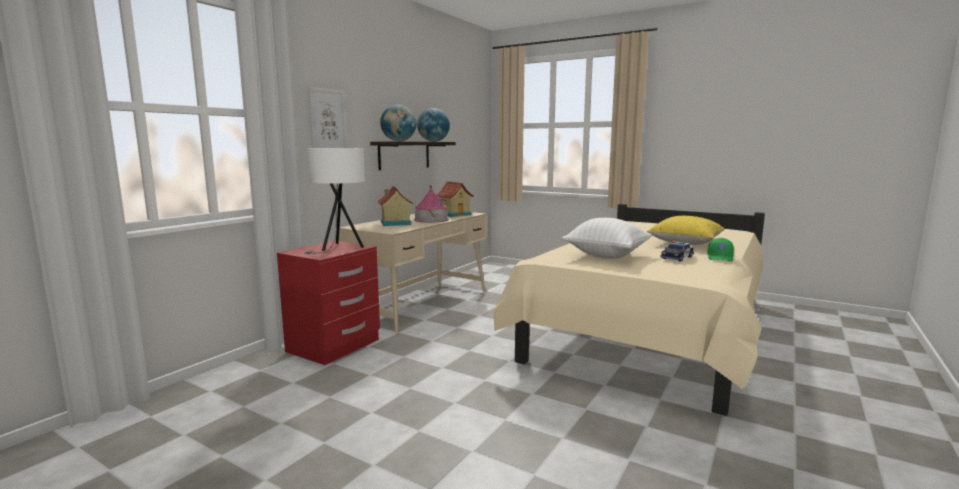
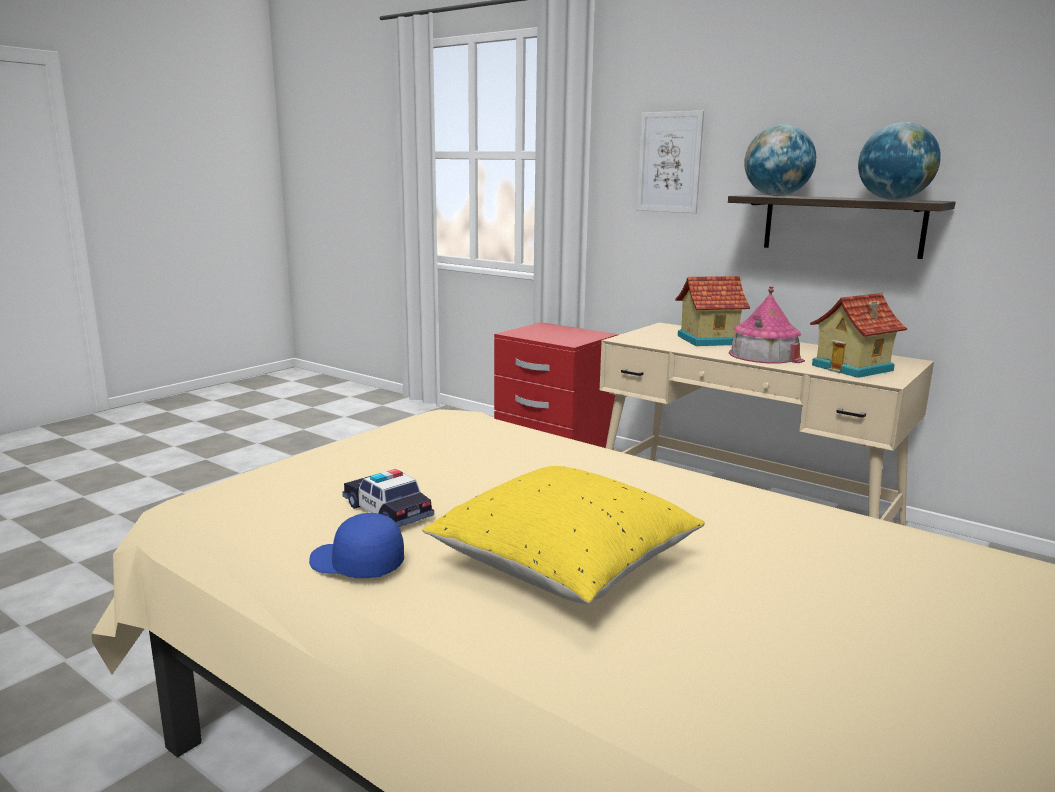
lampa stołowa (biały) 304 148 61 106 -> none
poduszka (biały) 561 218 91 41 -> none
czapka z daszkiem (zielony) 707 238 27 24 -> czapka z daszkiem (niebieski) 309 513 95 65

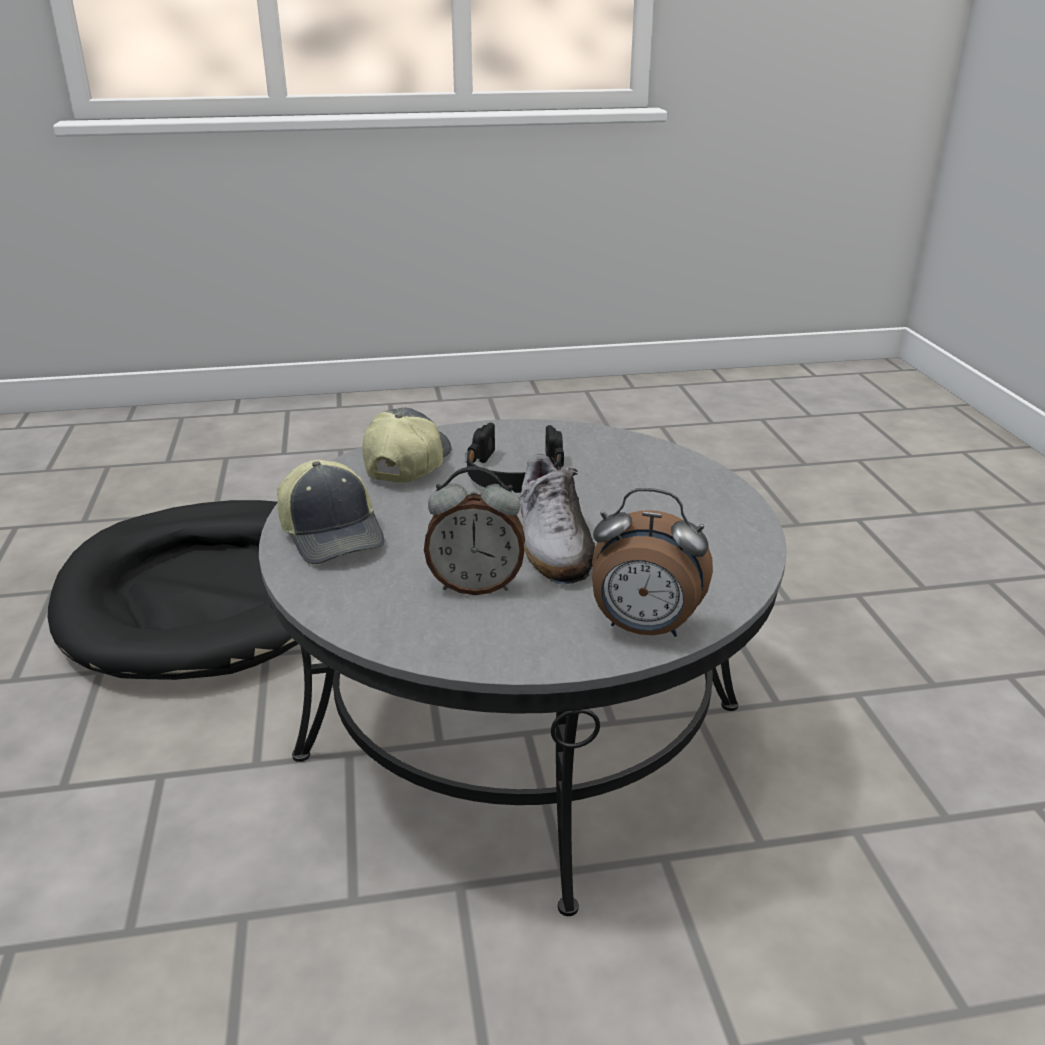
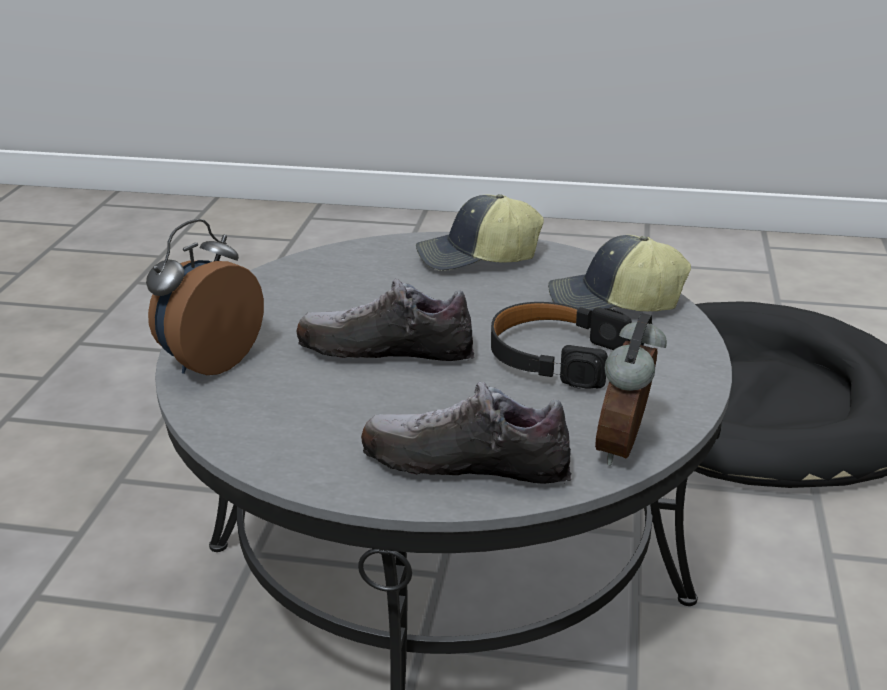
czapka z daszkiem 362 408 89 75 -> czapka z daszkiem 548 235 143 76, 150 degrees clockwise
budzik 424 466 101 129 -> budzik 595 313 72 153, moved
none -> but 361 382 210 102

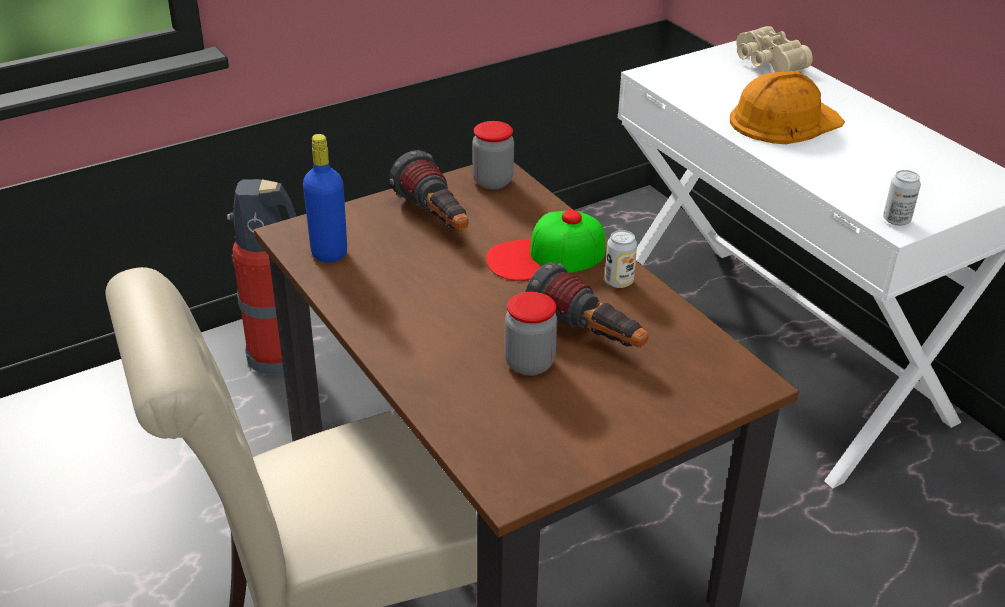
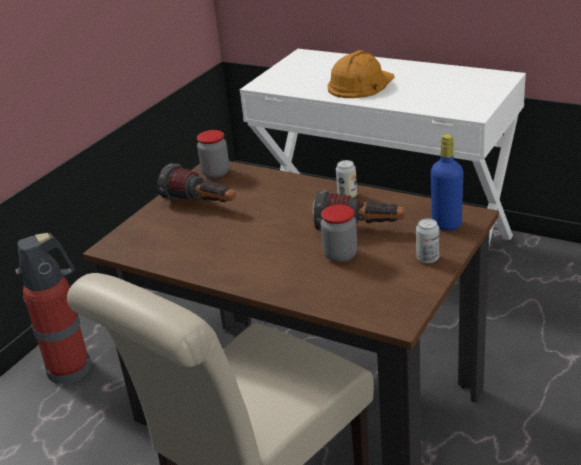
butelka (niebieski) 303 134 44 128 -> butelka (niebieski) 431 134 33 97, moved
czapka z daszkiem 486 210 119 71 -> none
lornetka (beżowy) 736 26 77 46 -> none
puszka 883 170 38 56 -> puszka 416 218 23 45, moved

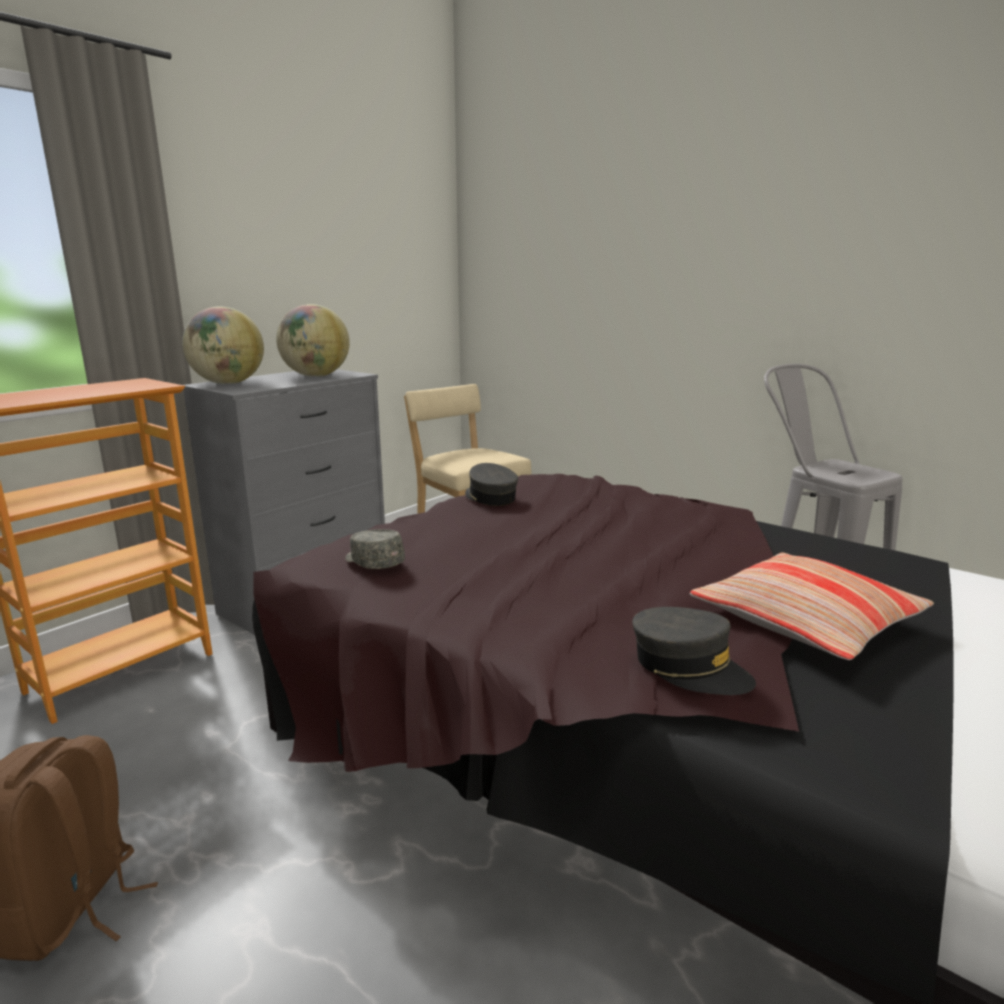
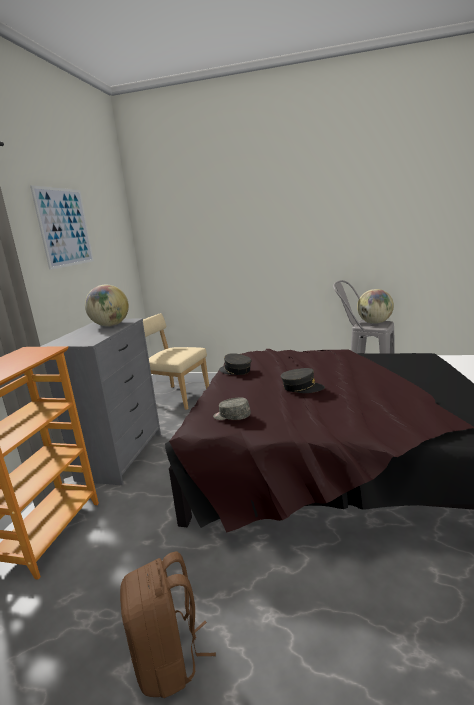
globus 182 307 82 77 -> globus 357 289 37 35, moved
czapka z daszkiem (szary) 632 607 124 88 -> czapka z daszkiem (szary) 281 368 44 25, moved
poduszka 689 552 245 108 -> none
none -> obraz 30 185 64 85

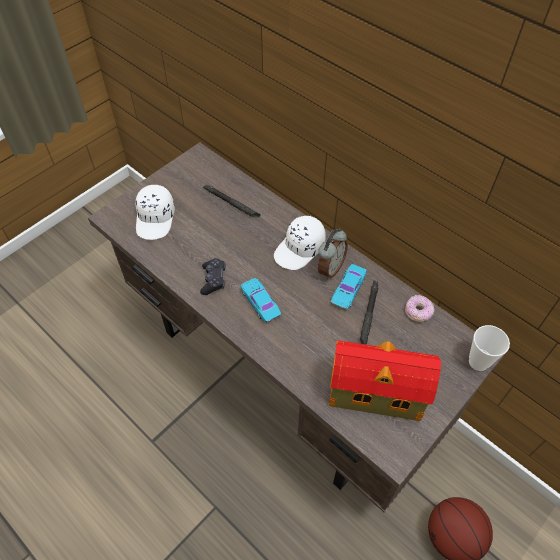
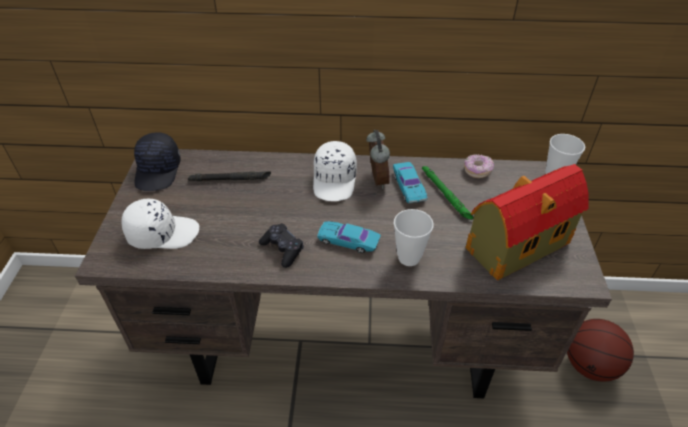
czapka z daszkiem (biały) 135 185 40 55 -> czapka z daszkiem (biały) 121 199 78 50, 60 degrees counterclockwise
latarka (czarny) 360 280 18 65 -> latarka (zielony) 422 166 52 54
none -> czapka z daszkiem (czarny) 134 132 47 59
none -> filiżanka 394 209 40 57

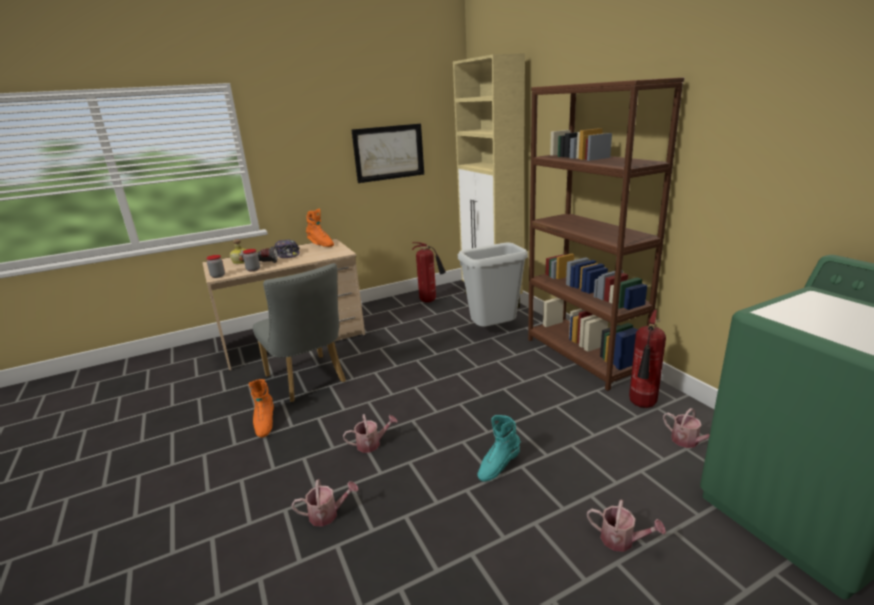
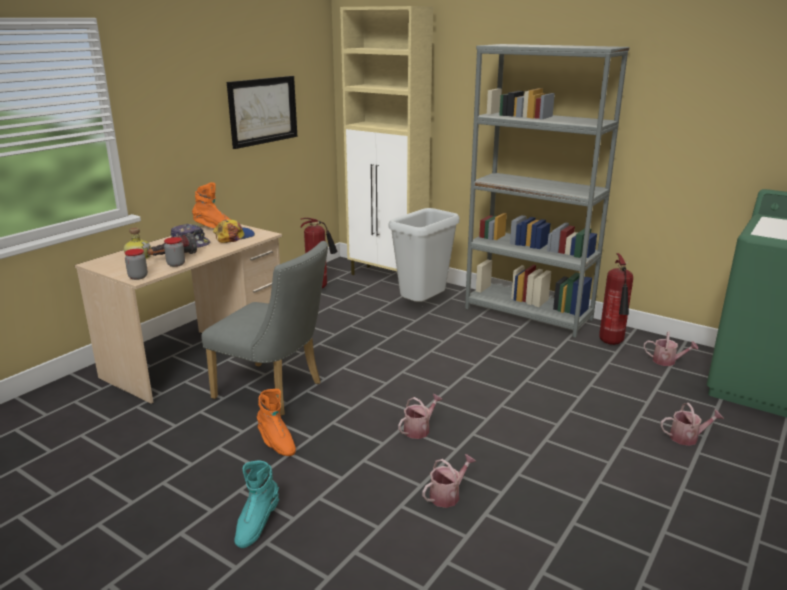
but z cholewką (turkusowy) 477 415 44 67 -> but z cholewką (turkusowy) 234 461 45 87, moved
regał (brązowy) 528 77 157 314 -> regał (szary) 465 44 164 294
none -> czapka z daszkiem 213 219 42 24

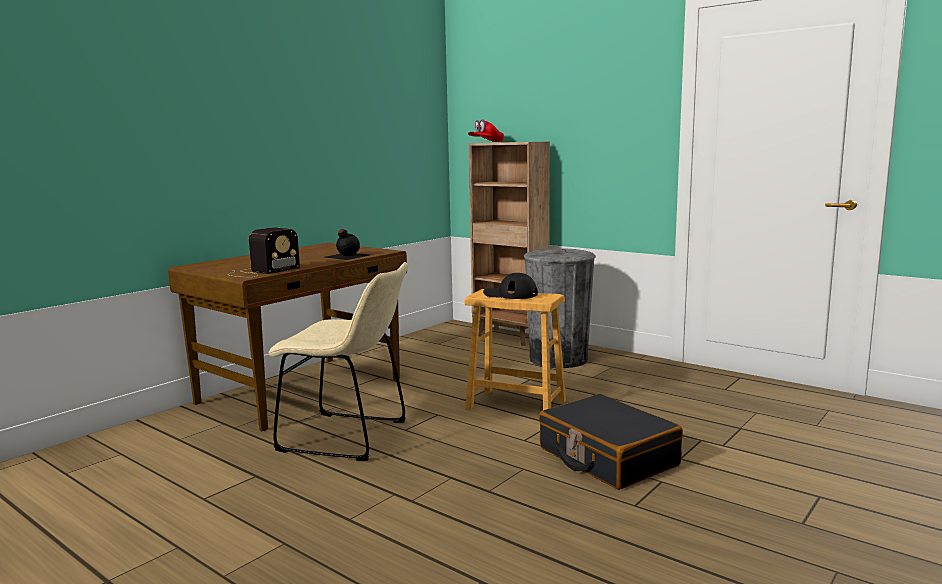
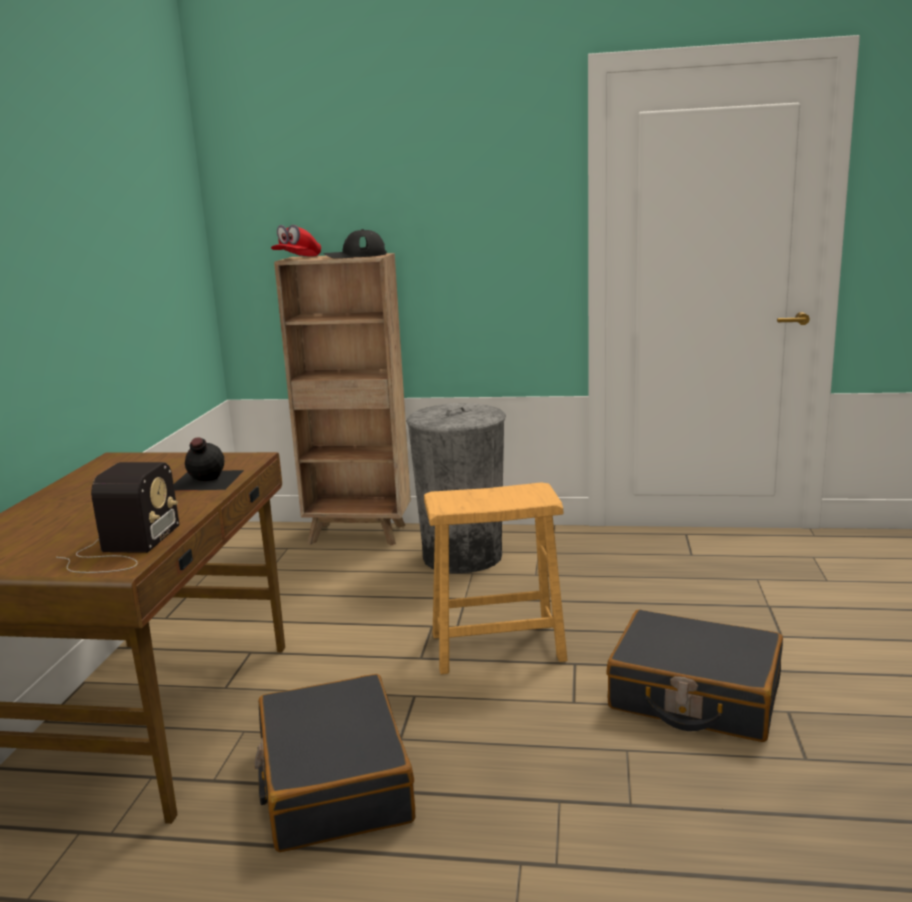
krzesło (beżowy) 268 262 140 199 -> walizka (czarny) 254 674 161 178
czapka z daszkiem (czarny) 483 273 55 26 -> czapka z daszkiem (czarny) 323 229 64 30, moved

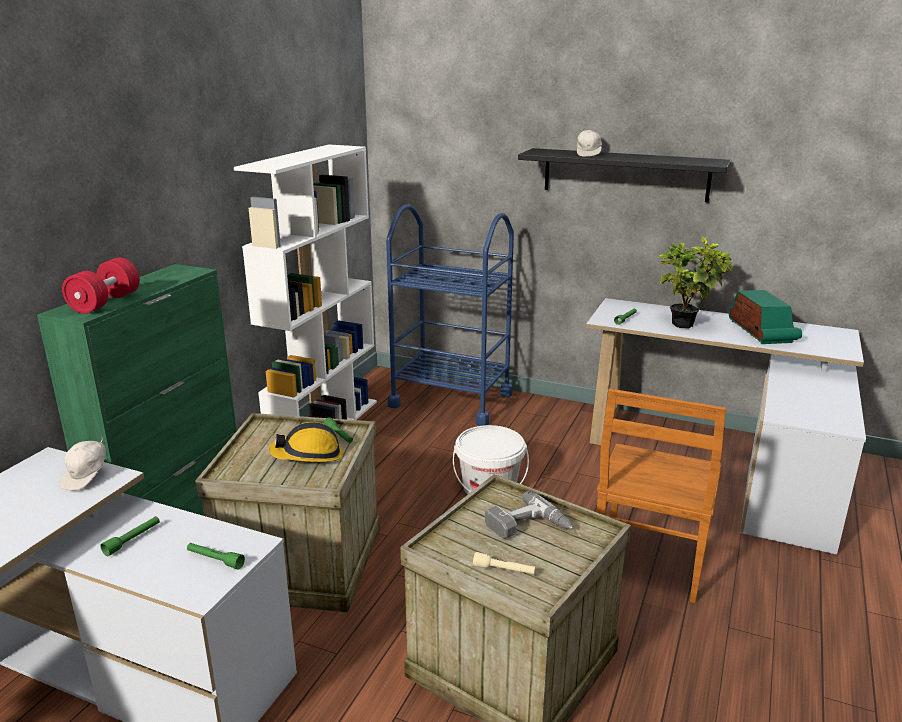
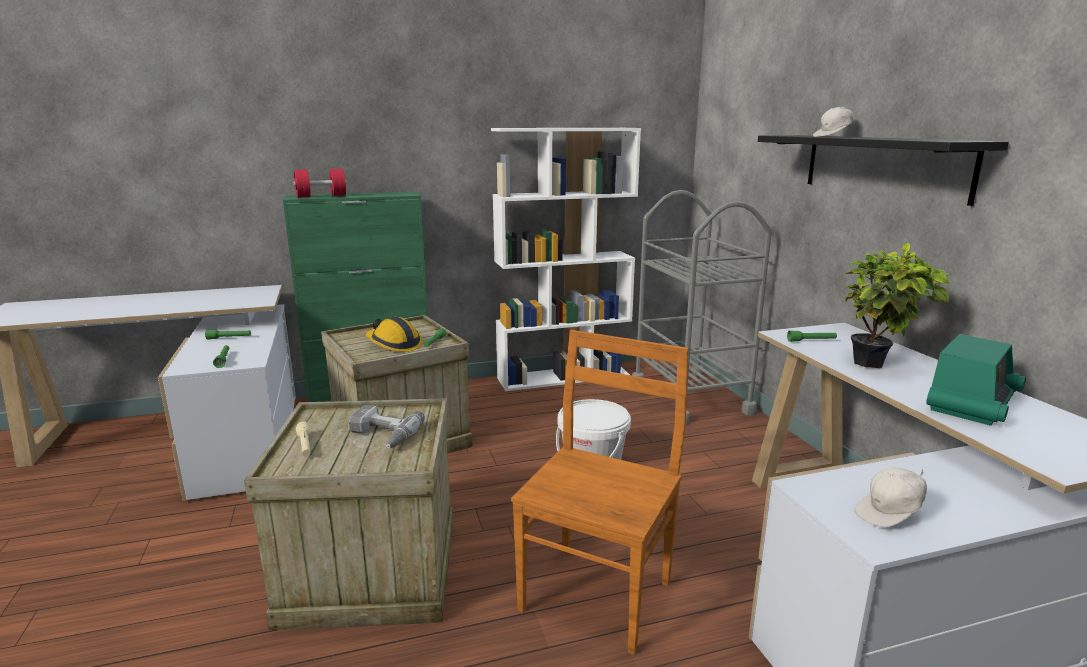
czapka z daszkiem (biały) 59 436 47 55 -> czapka z daszkiem (biały) 855 467 72 60, moved
wózek (niebieski) 386 204 128 222 -> wózek (szary) 632 190 140 235
krzesło (brązowy) 597 389 129 214 -> krzesło (brązowy) 511 330 178 325, 135 degrees clockwise

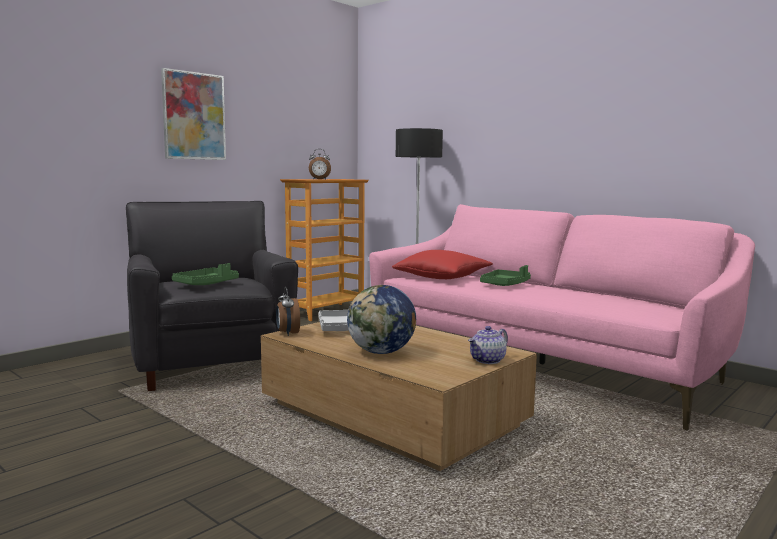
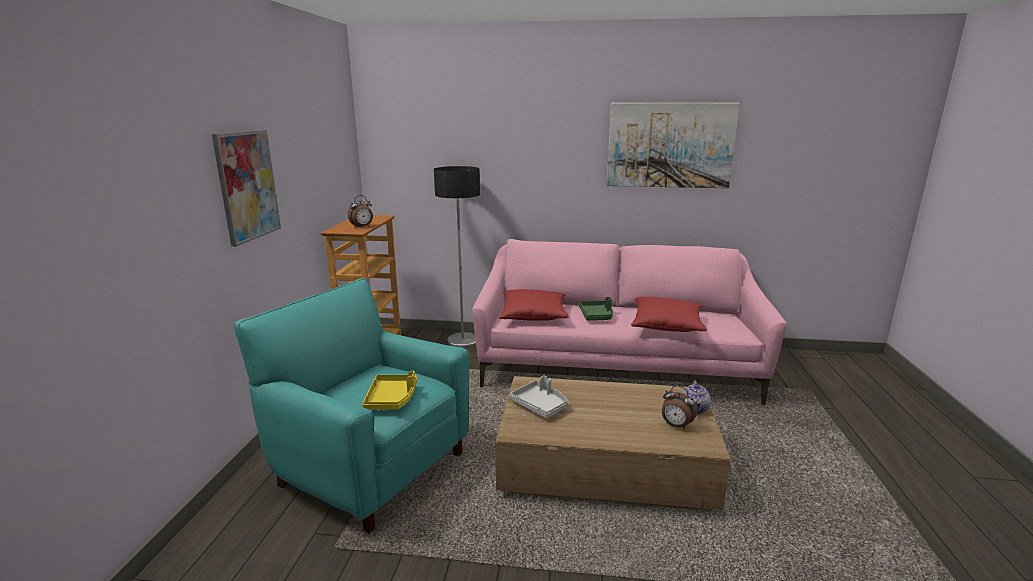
fotel (czarny) 126 201 172 190 -> fotel (turkusowy) 234 278 235 256
taca (zielony) 172 263 67 22 -> taca (żółty) 362 371 55 39
budzik 276 287 24 49 -> budzik 662 386 35 43, moved
globus 347 285 69 69 -> none
none -> obraz 607 103 133 85
none -> poduszka (czerwony) 631 297 76 35

